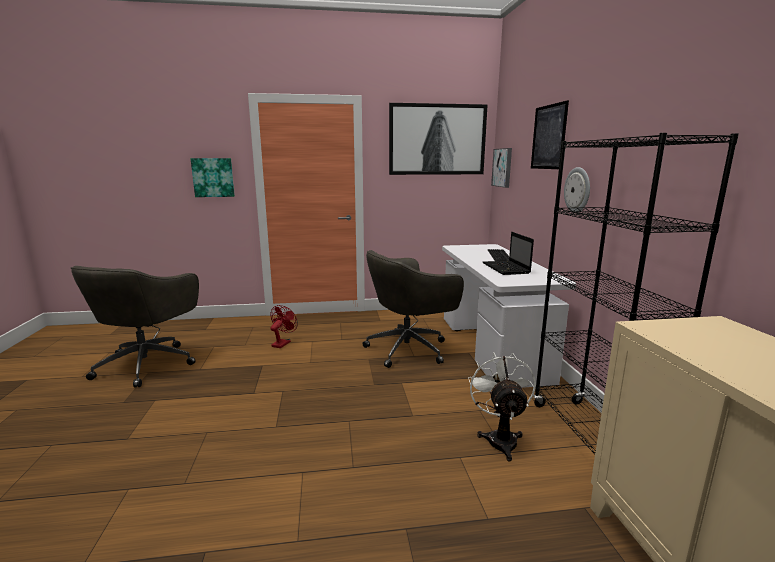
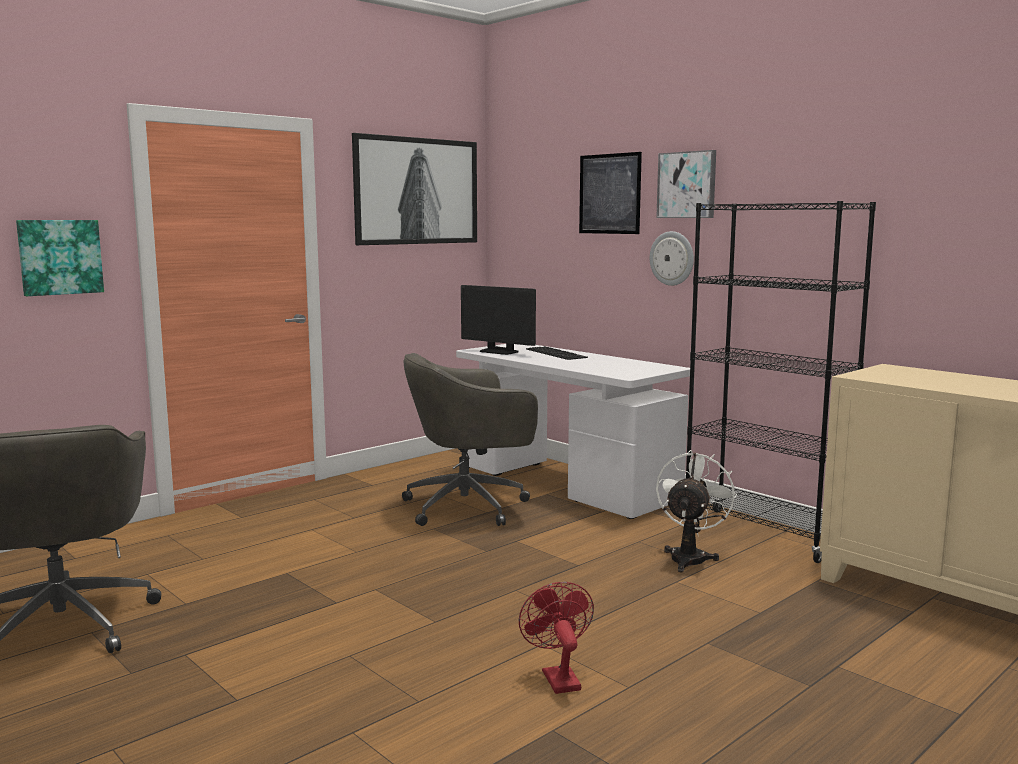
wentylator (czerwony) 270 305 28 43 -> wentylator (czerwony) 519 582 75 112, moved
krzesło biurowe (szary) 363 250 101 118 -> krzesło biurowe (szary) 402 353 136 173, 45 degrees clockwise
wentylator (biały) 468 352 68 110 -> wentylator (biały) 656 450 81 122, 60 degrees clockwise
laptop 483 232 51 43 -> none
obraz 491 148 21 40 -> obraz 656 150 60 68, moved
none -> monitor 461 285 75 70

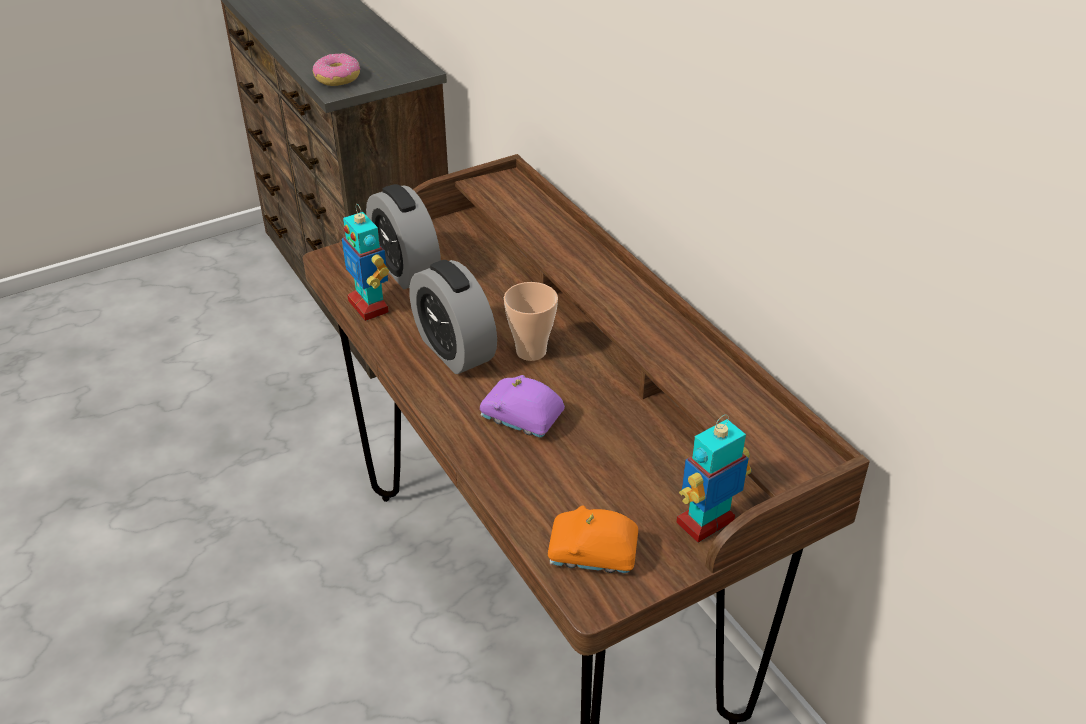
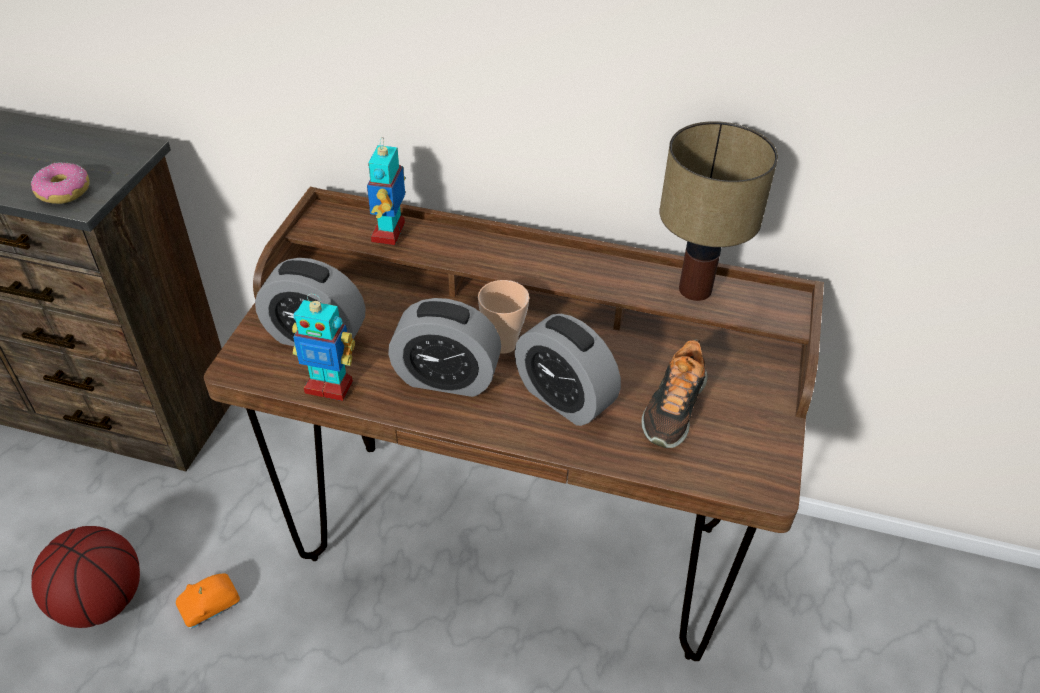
samochodzik (fioletowy) 480 375 85 63 -> budzik 515 314 106 112
samochodzik (pomarańczowy) 548 506 90 67 -> samochodzik (pomarańczowy) 176 573 64 56, moved
robot zabawkowy 676 415 75 128 -> robot zabawkowy 367 137 38 108, moved
none -> piłka do koszykówki 31 526 109 102
none -> but 641 339 66 109
none -> lampa stołowa 659 121 119 180

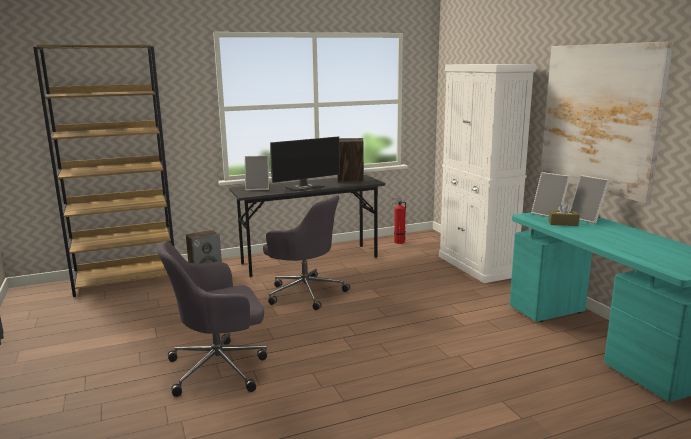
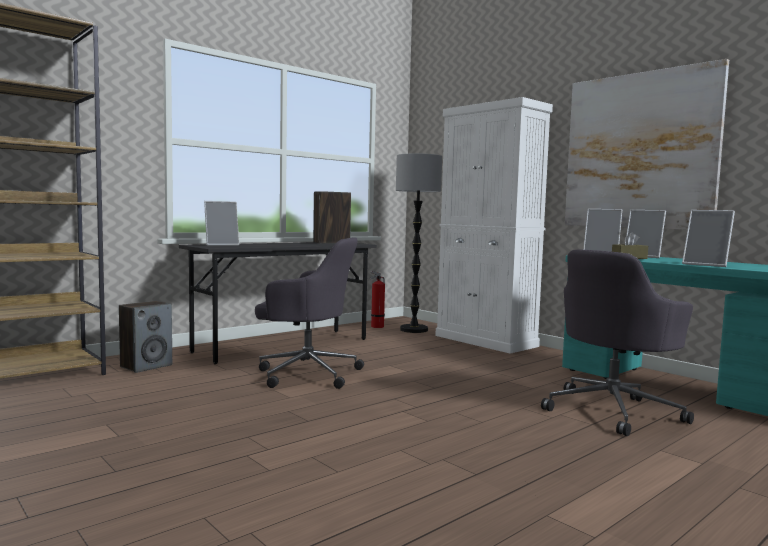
krzesło biurowe (szary) 158 241 109 156 -> krzesło biurowe (szary) 541 250 153 186, moved
monitor 270 136 70 55 -> none
none -> lampa stojąca 396 153 46 180
none -> ramka na zdjęcie 682 210 53 57

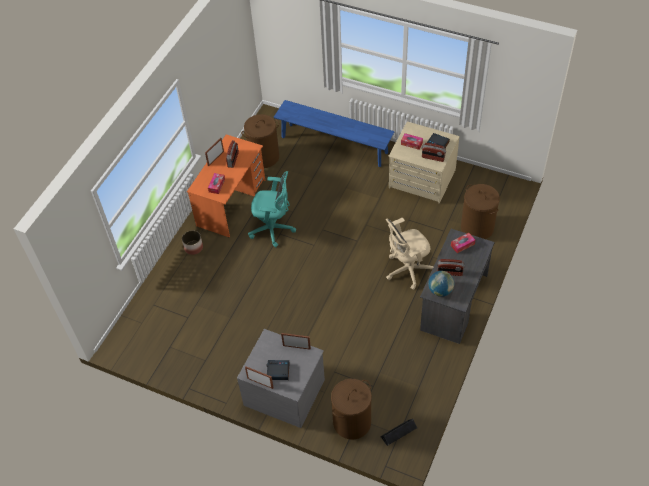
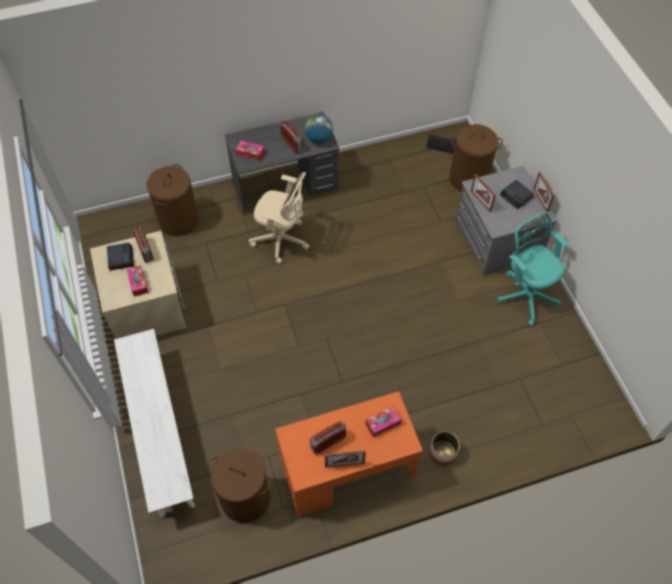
krzesło biurowe (turkusowy) 248 171 48 76 -> krzesło biurowe (turkusowy) 497 211 72 115, moved
ławka (niebieski) 274 100 121 67 -> ławka (biały) 114 329 81 189

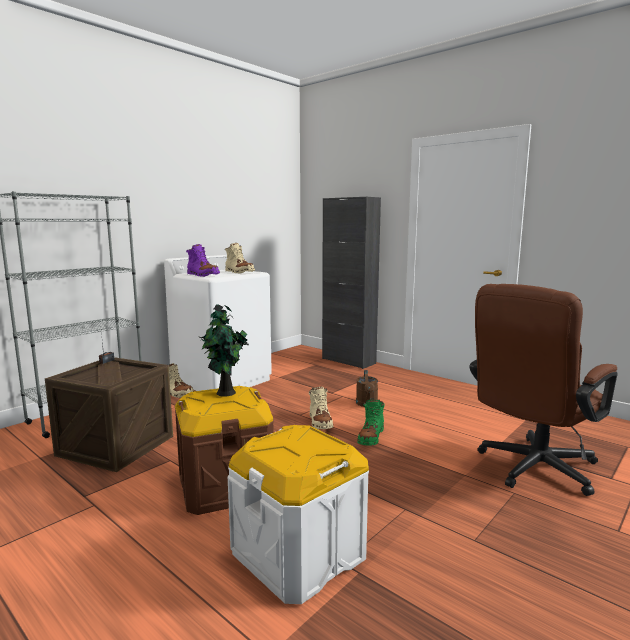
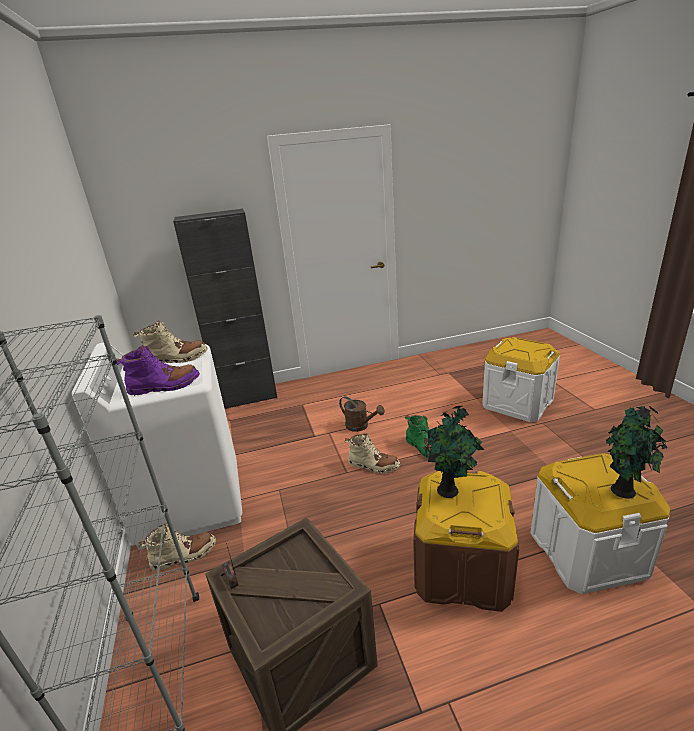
krzesło biurowe (brązowy) 470 284 148 212 -> pojemnik do przechowywania (biały) 482 337 78 85
none -> roślina doniczkowa 606 406 62 93

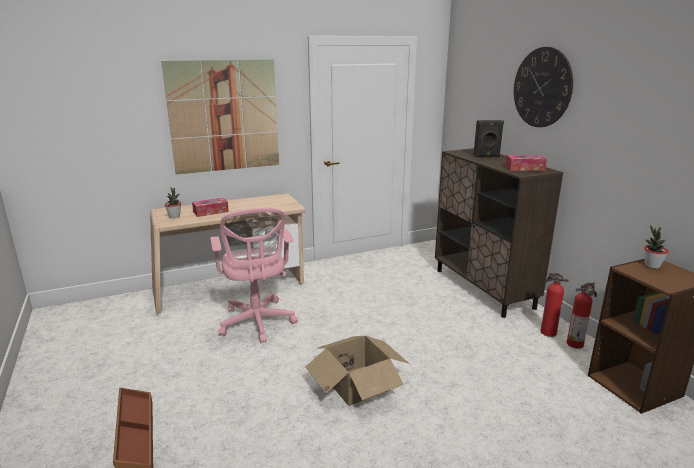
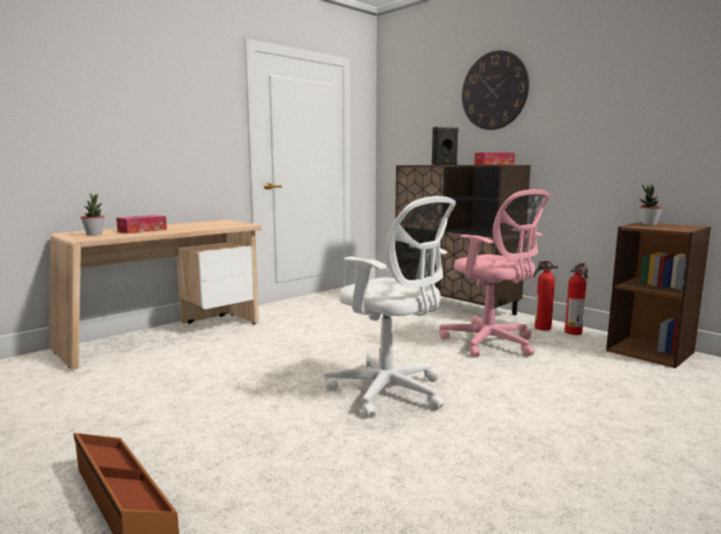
obraz 161 59 118 115 -> none
krzesło biurowe (różowy) 210 208 88 135 -> krzesło biurowe (różowy) 439 189 111 168, moved
karton 305 336 103 70 -> krzesło biurowe (biały) 324 196 132 222

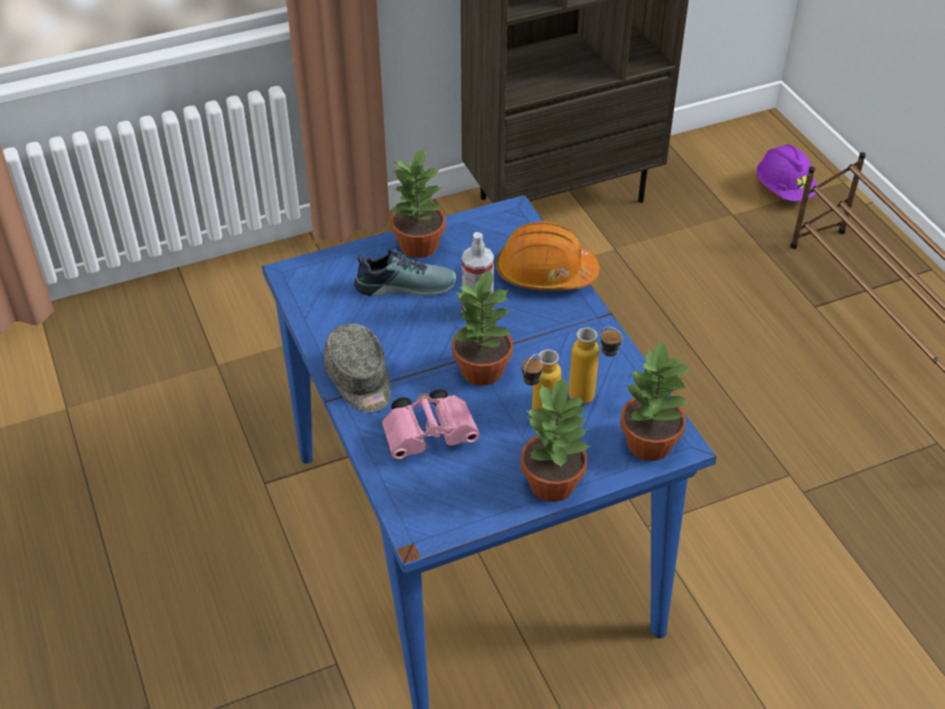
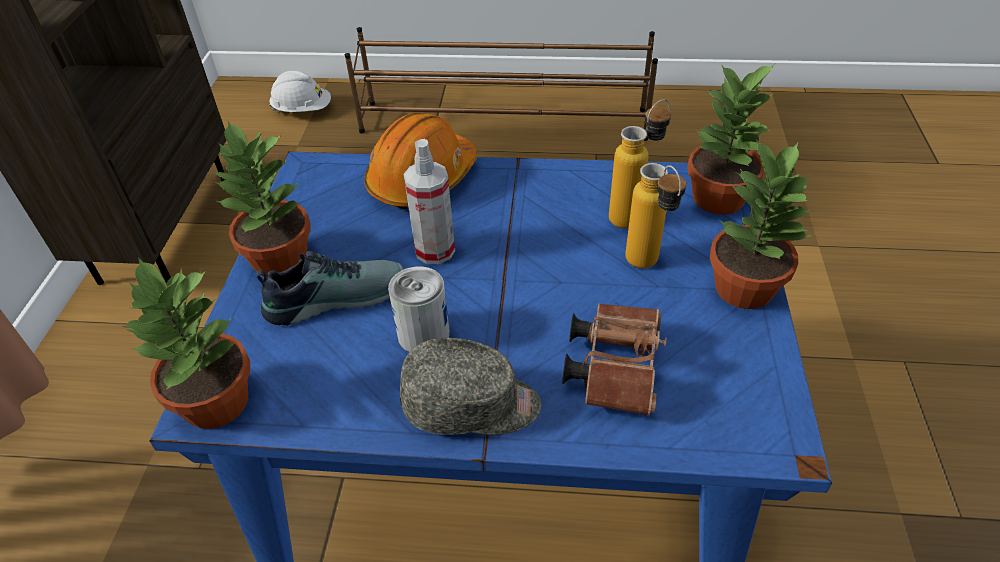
but 354 249 102 47 -> but 257 251 147 75, 45 degrees clockwise
lornetka (różowy) 382 389 98 71 -> lornetka (brązowy) 562 303 105 113
roślina doniczkowa 451 268 62 118 -> roślina doniczkowa 121 257 129 172, moved
kask (fioletowy) 757 145 60 56 -> kask (biały) 269 71 62 41
none -> puszka 388 266 62 86

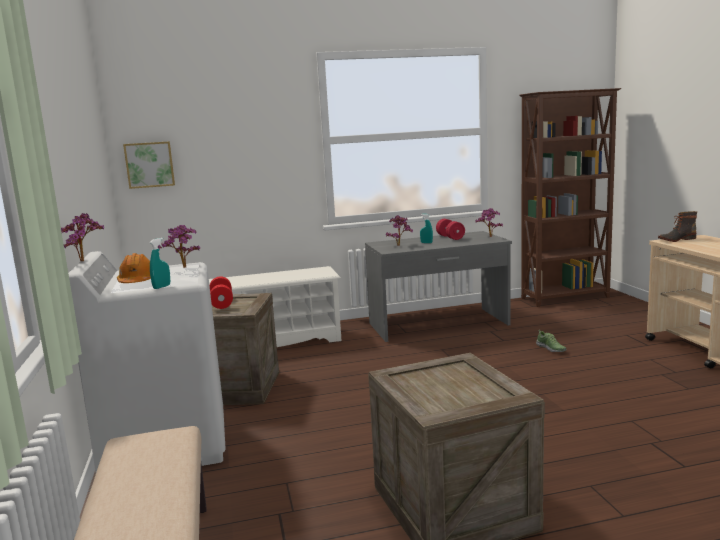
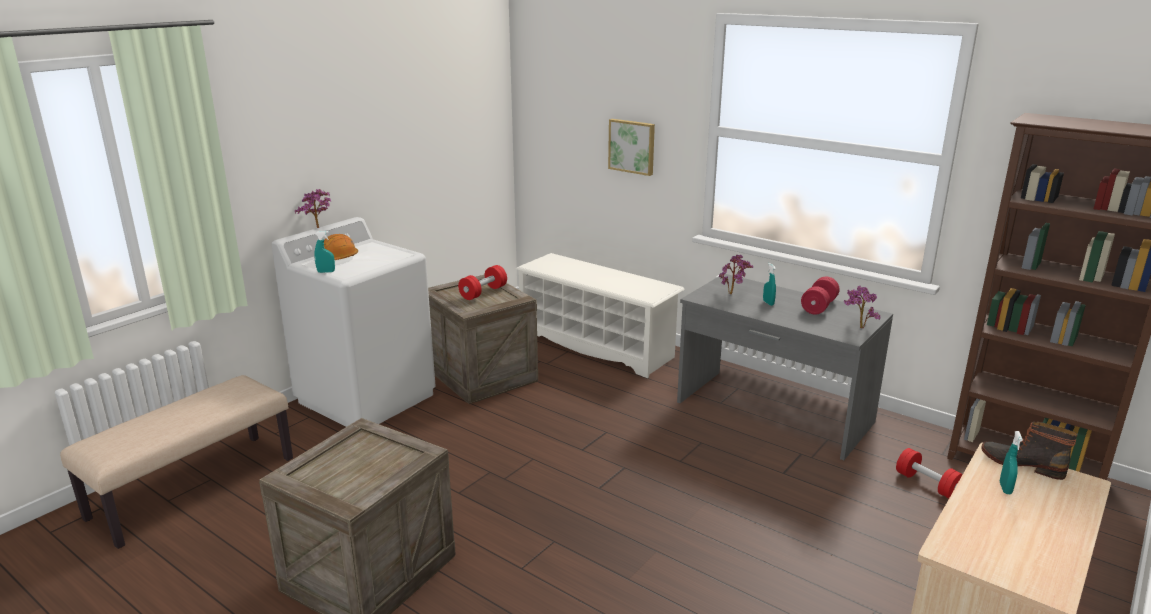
obraz 123 141 52 48 -> obraz 608 119 47 57, moved
roślina doniczkowa 158 225 42 43 -> none
but 536 330 31 22 -> none
none -> hantel (czerwony) 896 448 67 50
none -> spryskiwacz (turkusowy) 1000 431 23 63

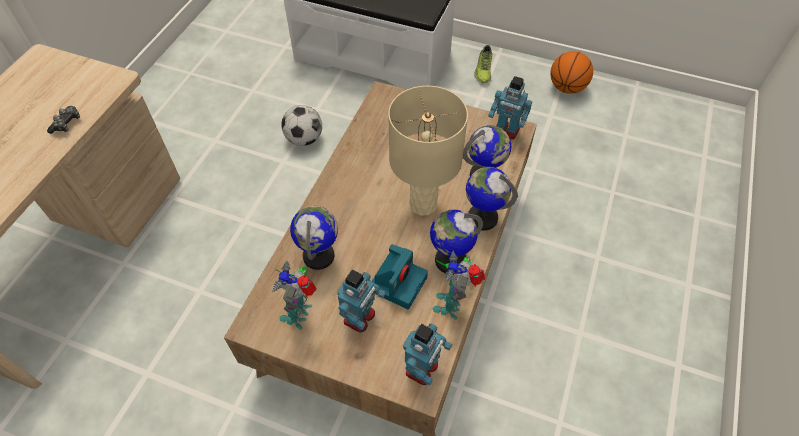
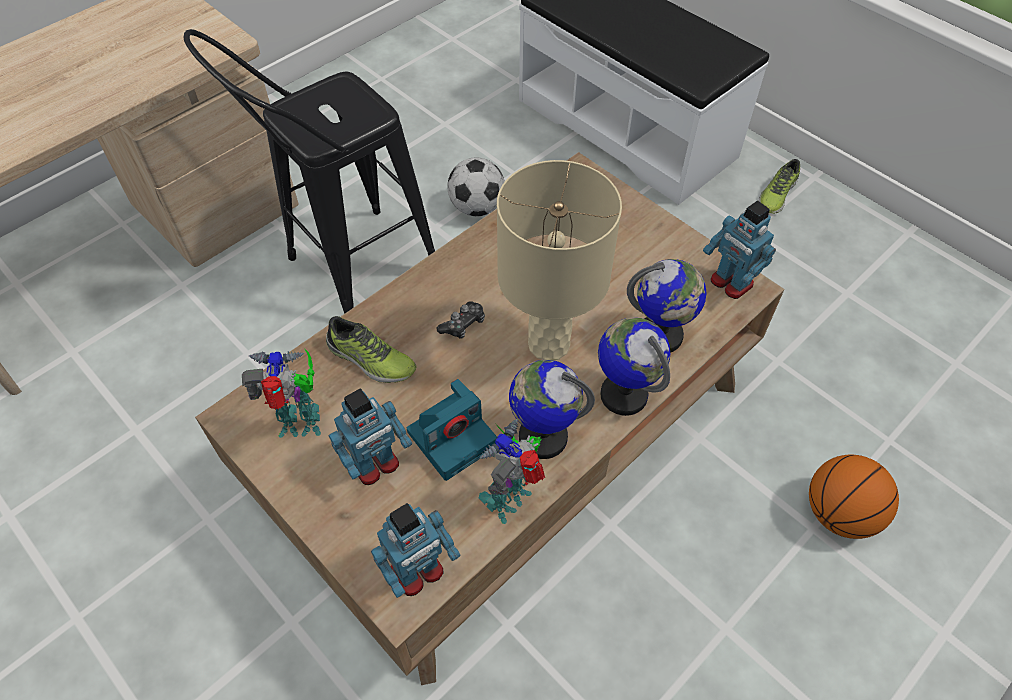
pad do gier 47 106 33 28 -> pad do gier 437 302 48 37, moved
robot zabawkowy 272 260 45 70 -> robot zabawkowy 242 348 79 90, 45 degrees clockwise
globus 290 206 48 64 -> but 326 316 90 67
piłka do koszykówki 550 51 43 43 -> piłka do koszykówki 809 455 90 84, moved
none -> stołek (czarny) 184 29 251 285

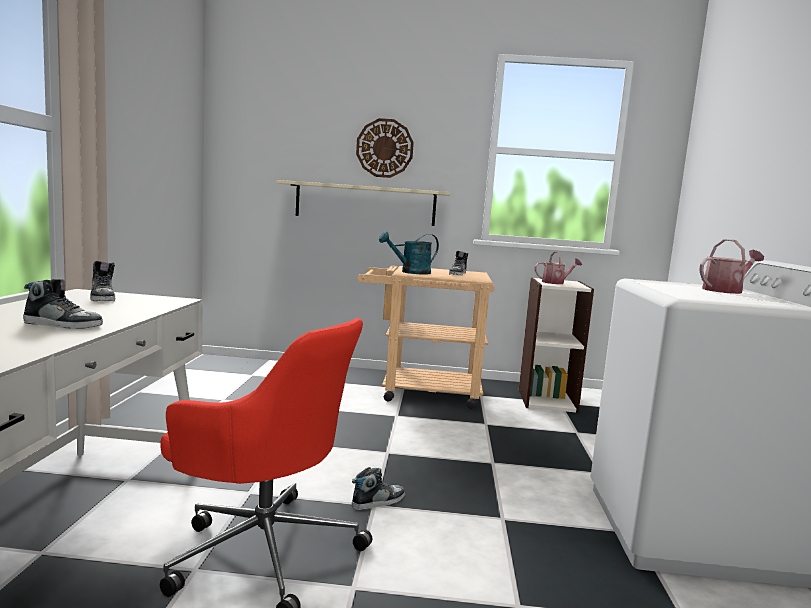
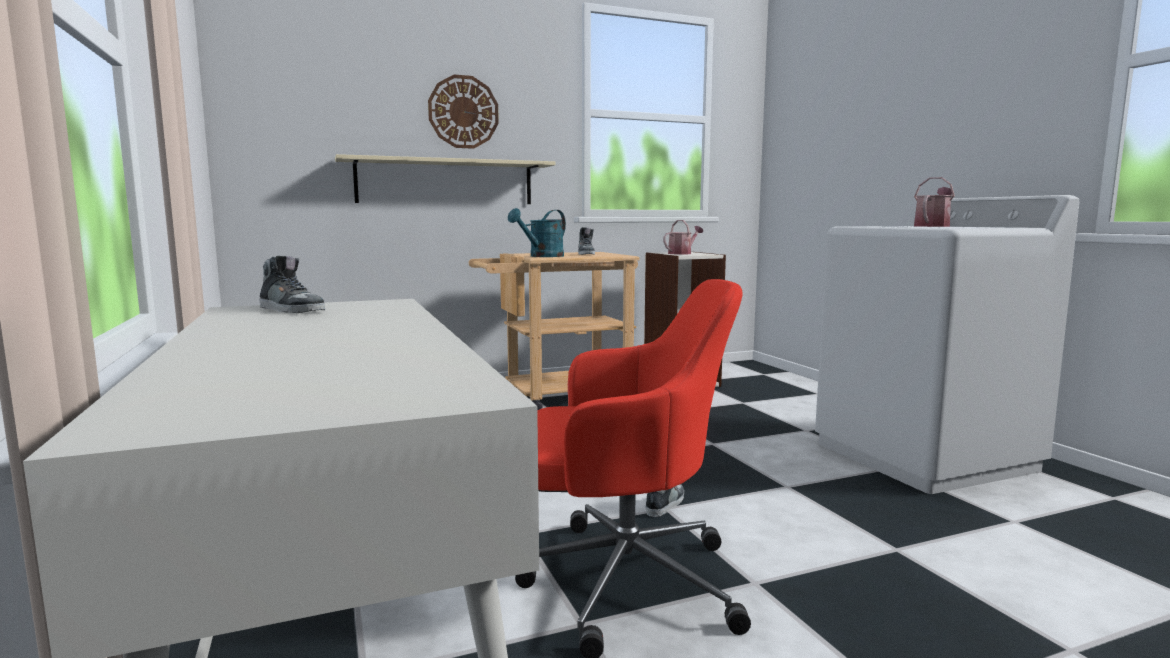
but 23 279 80 50 -> none

